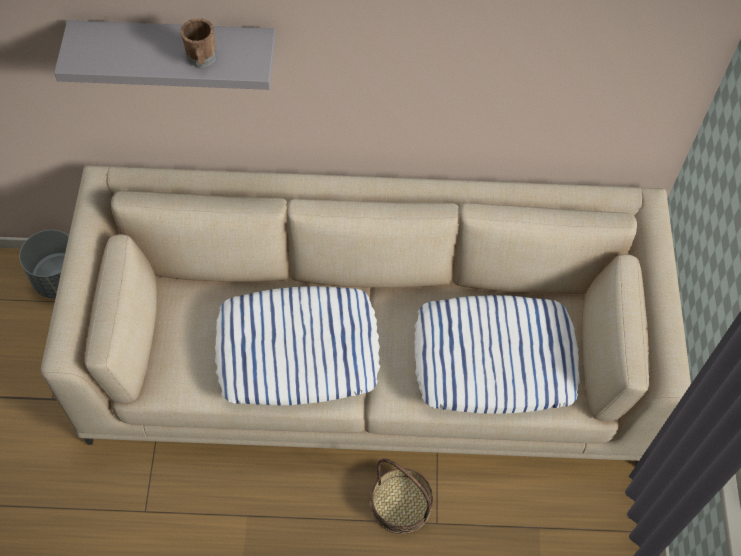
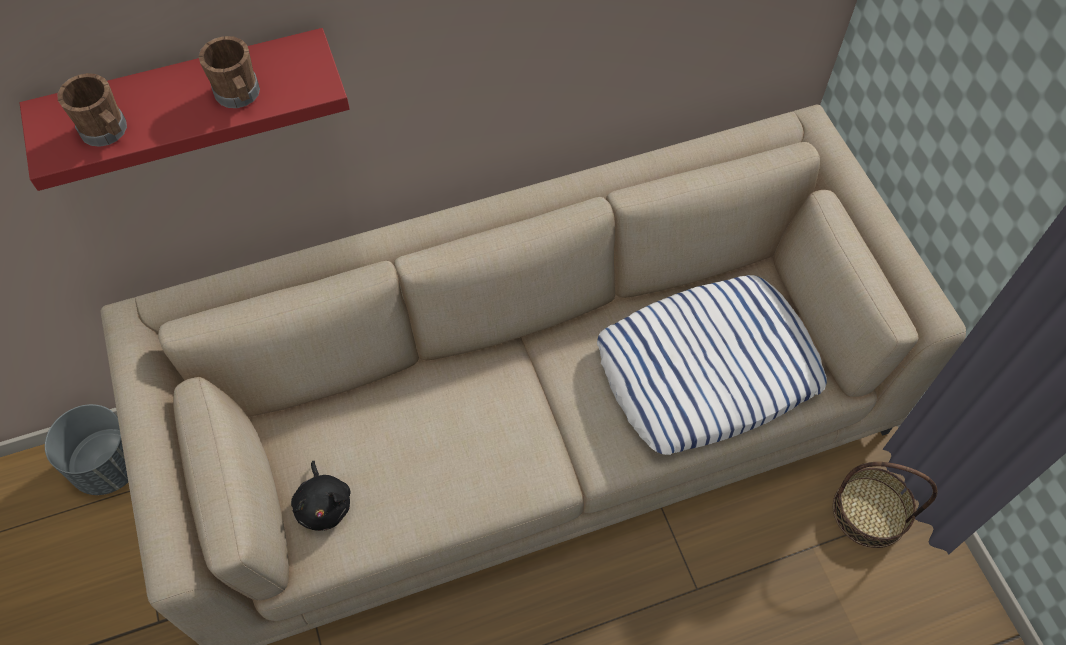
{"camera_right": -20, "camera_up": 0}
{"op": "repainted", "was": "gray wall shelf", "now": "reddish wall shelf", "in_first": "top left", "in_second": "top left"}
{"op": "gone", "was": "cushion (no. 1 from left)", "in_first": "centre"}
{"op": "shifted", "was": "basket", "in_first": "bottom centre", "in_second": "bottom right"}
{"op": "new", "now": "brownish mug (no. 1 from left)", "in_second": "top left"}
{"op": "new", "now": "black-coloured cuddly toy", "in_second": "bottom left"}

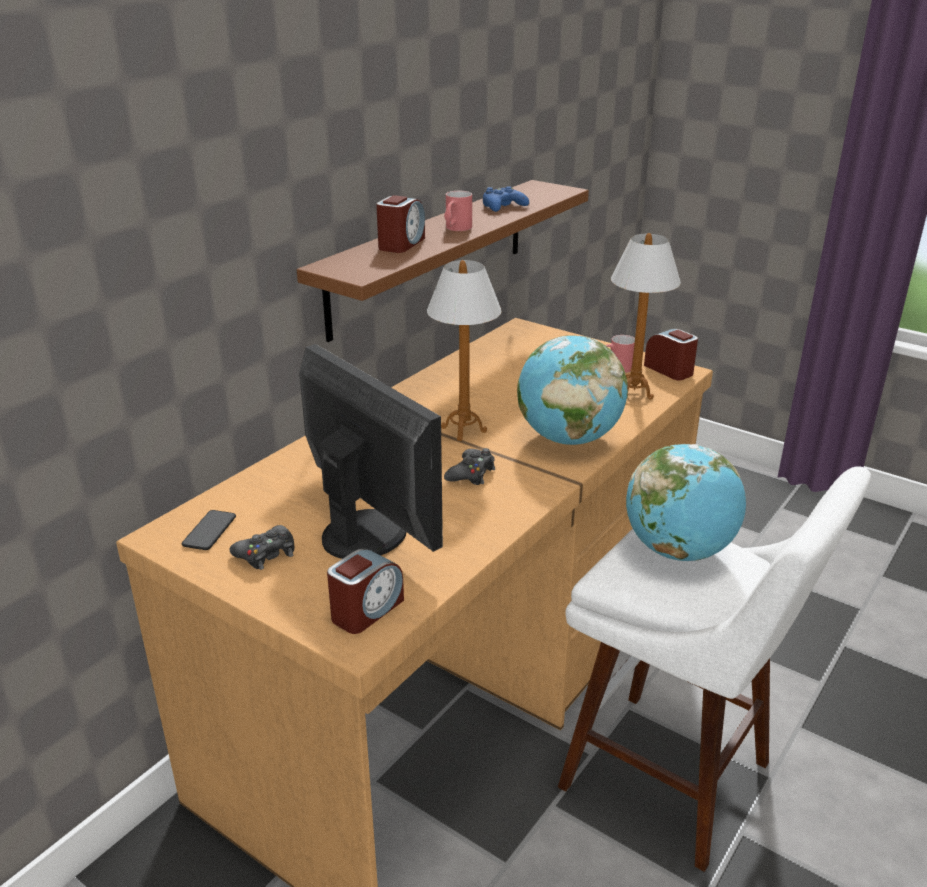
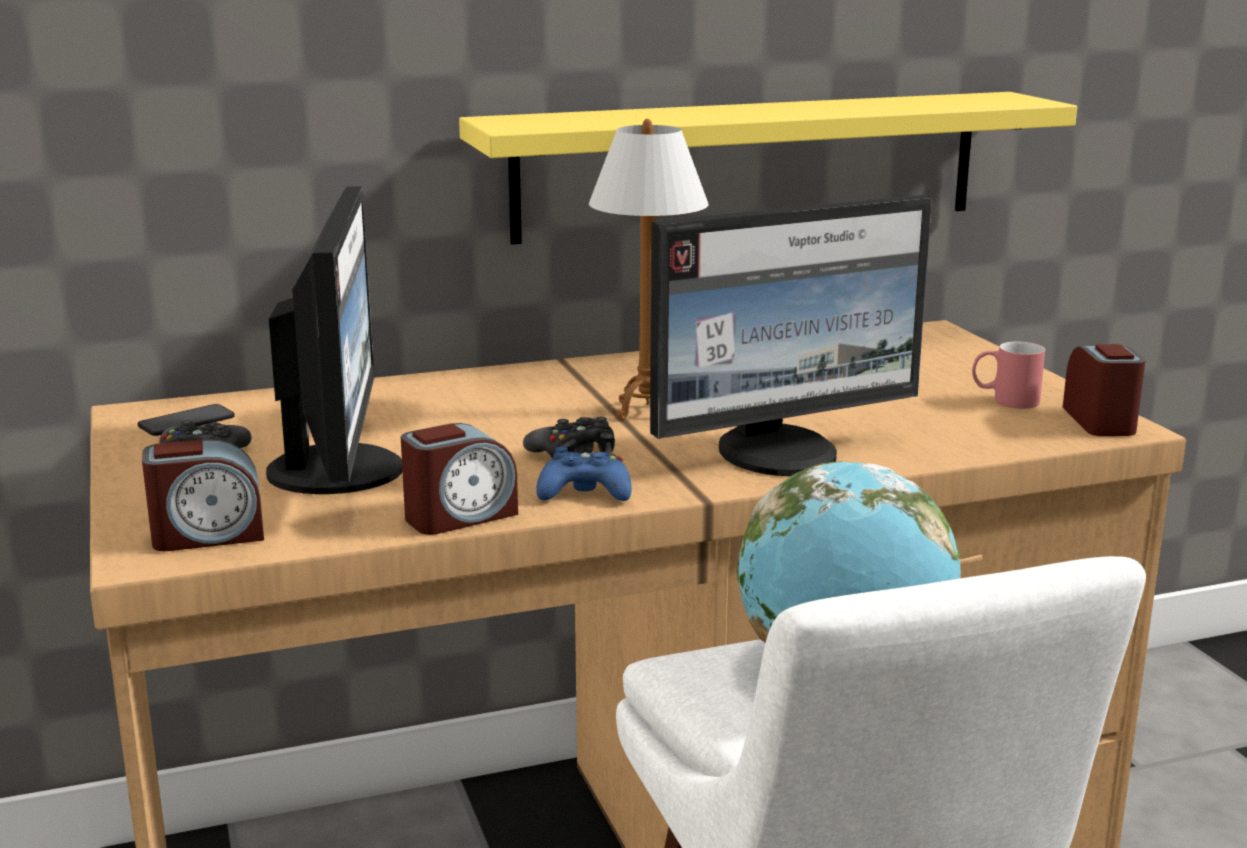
{"camera_right": 35, "camera_up": -10}
{"op": "repainted", "was": "brownish wall shelf", "now": "yellow-coloured wall shelf", "in_first": "top centre", "in_second": "top centre"}
{"op": "shifted", "was": "bluish gamepad", "in_first": "top centre", "in_second": "centre"}
{"op": "gone", "was": "reddish mug (no. 1 from left)", "in_first": "top centre"}
{"op": "shifted", "was": "alarm clock (no. 2 from left)", "in_first": "top centre", "in_second": "centre"}
{"op": "gone", "was": "tabletop lamp (no. 2 from left)", "in_first": "middle right"}
{"op": "swapped", "was": "globe (no. 1 from left)", "now": "monitor (no. 2 from left)", "in_first": "centre", "in_second": "centre"}

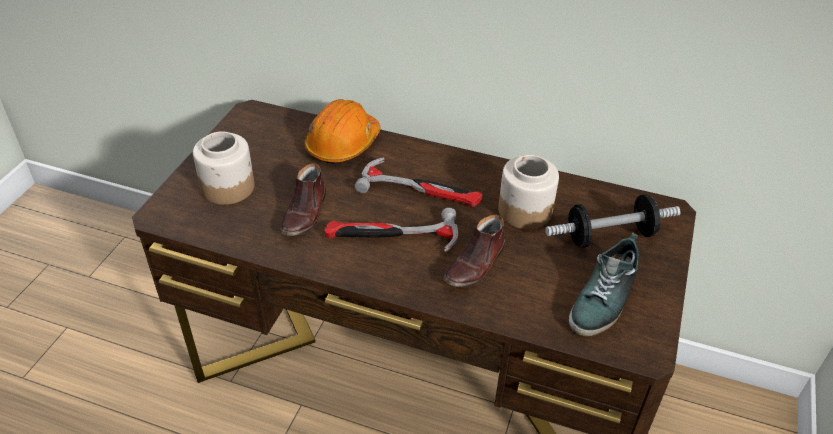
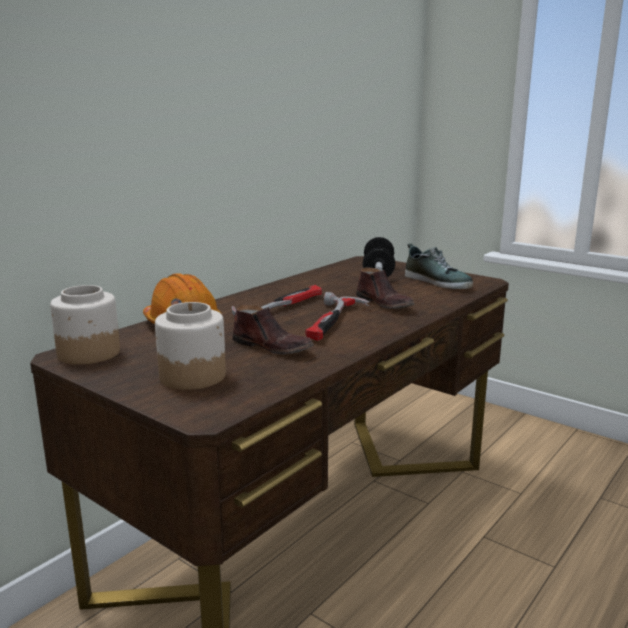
{"camera_right": -70, "camera_up": -25}
{"op": "shifted", "was": "storage jar (no. 2 from left in the first image)", "now": "storage jar (no. 1 from left)", "in_first": "centre", "in_second": "middle left"}

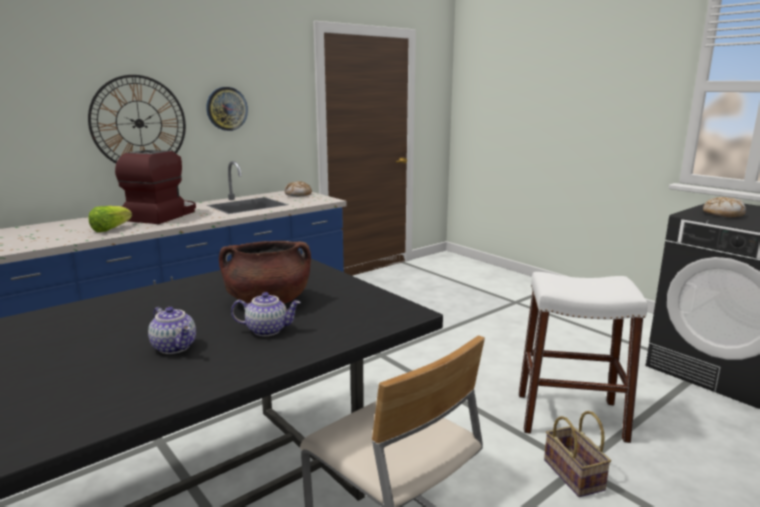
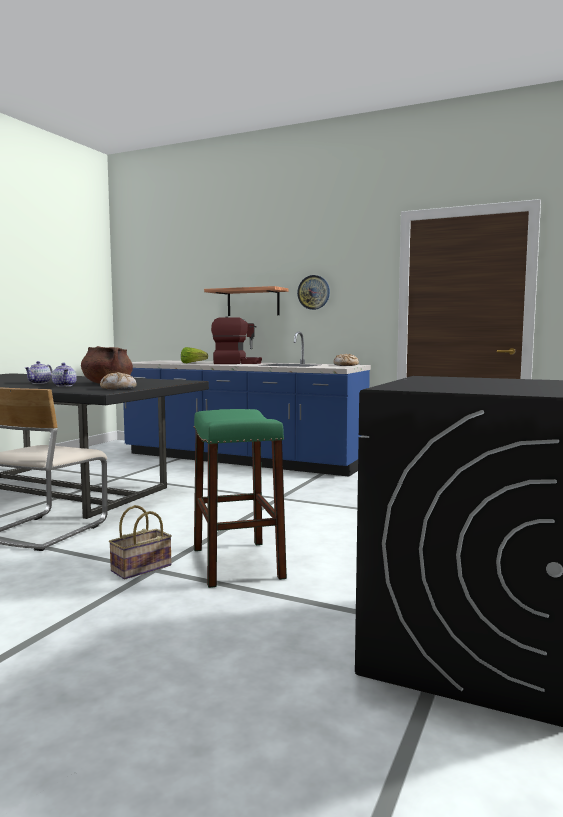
{"camera_right": 65, "camera_up": -10}
{"op": "swapped", "was": "hanging clock (no. 1 from left)", "now": "wall shelf", "in_first": "top left", "in_second": "centre"}
{"op": "shifted", "was": "baked bread (no. 2 from left in the first image)", "now": "baked bread (no. 1 from left)", "in_first": "middle right", "in_second": "middle left"}
{"op": "repainted", "was": "white-coloured stool", "now": "green-coloured stool", "in_first": "bottom right", "in_second": "centre"}

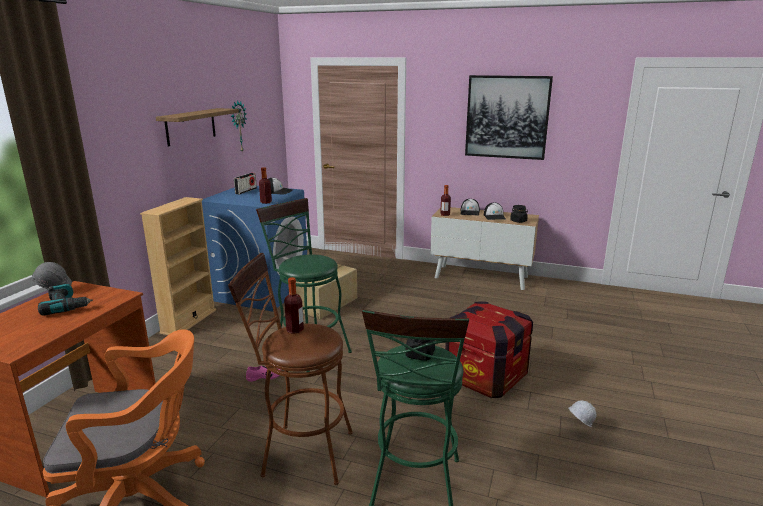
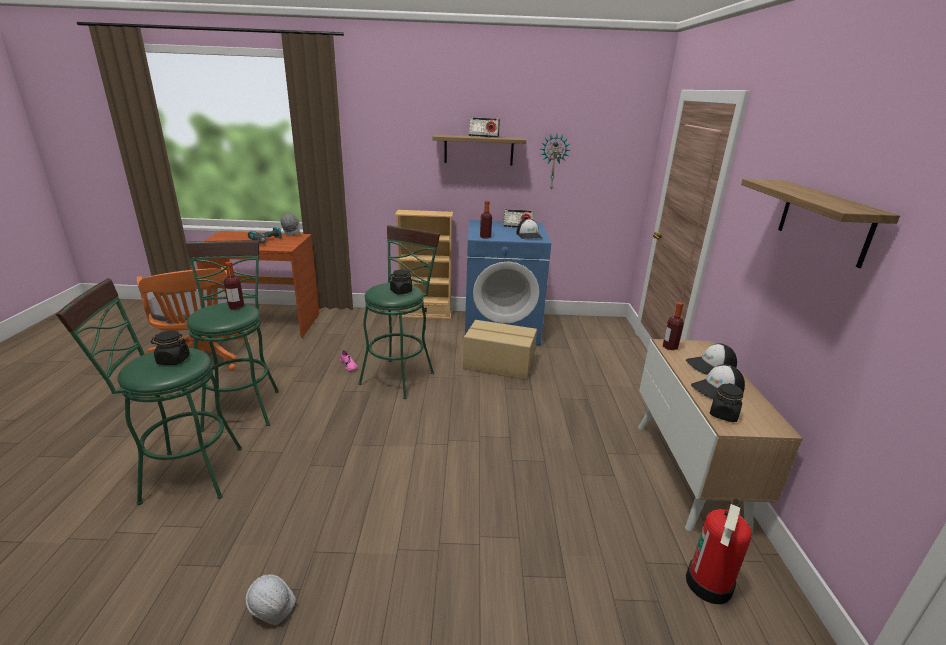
{"camera_right": 70, "camera_up": 5}
{"op": "swapped", "was": "wall picture", "now": "wall shelf (no. 2 from left)", "in_first": "top right", "in_second": "middle right"}
{"op": "repainted", "was": "brownish stool", "now": "green-coloured stool (no. 2 from left)", "in_first": "bottom centre", "in_second": "middle left"}
{"op": "gone", "was": "shipping crate", "in_first": "bottom centre"}
{"op": "new", "now": "radio set (no. 1 from left)", "in_second": "top centre"}
{"op": "new", "now": "black-coloured storage jar (no. 2 from left)", "in_second": "centre"}
{"op": "new", "now": "fire-fighting cylinder", "in_second": "bottom right"}

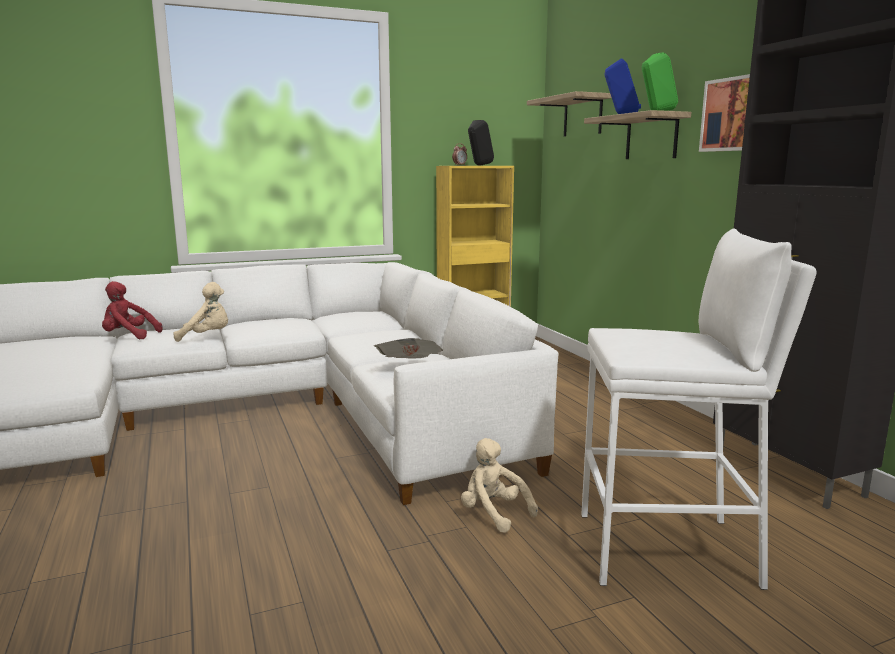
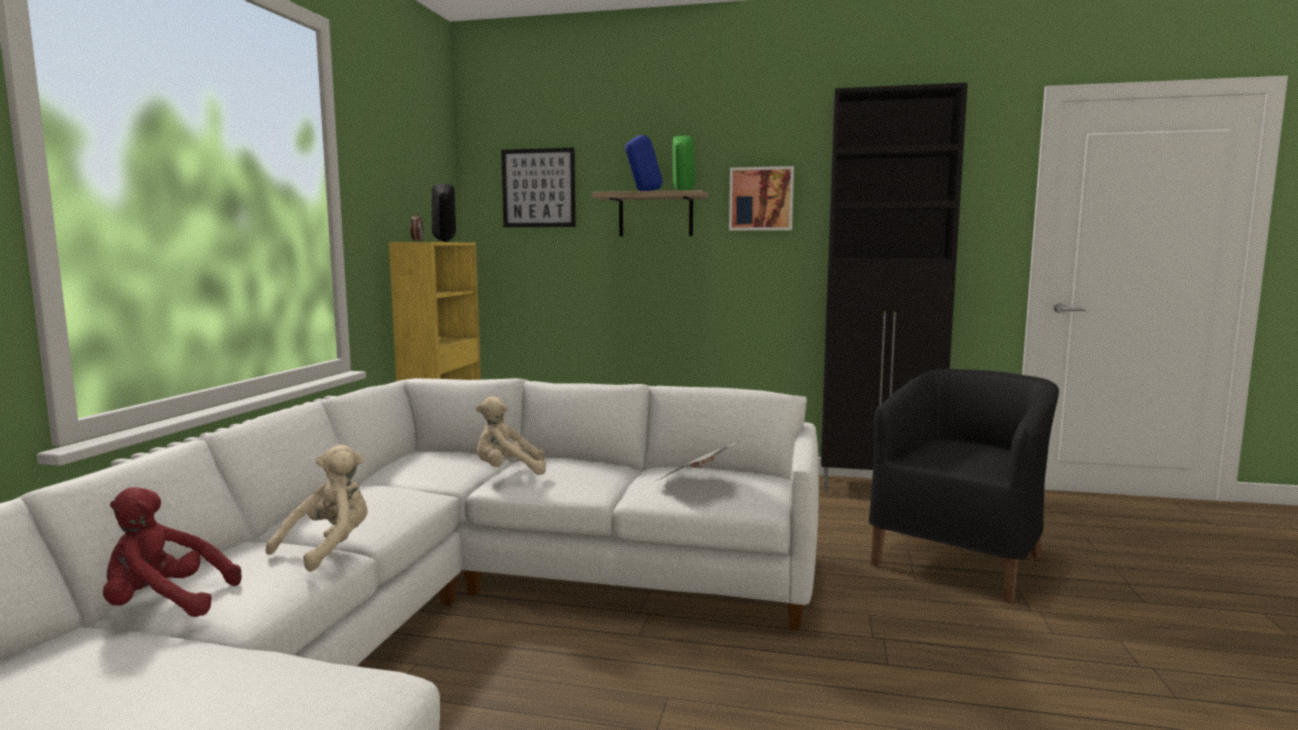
{"camera_right": -55, "camera_up": -5}
{"op": "swapped", "was": "wall shelf (no. 1 from left)", "now": "wall picture (no. 1 from left)", "in_first": "top centre", "in_second": "top centre"}
{"op": "swapped", "was": "white-coloured stool", "now": "black-coloured lounge chair", "in_first": "middle right", "in_second": "middle right"}
{"op": "rotated", "was": "reddish cuddly toy", "in_first": "middle left", "in_second": "bottom left", "clockwise": 45}
{"op": "shifted", "was": "beige cuddly toy (no. 2 from left)", "in_first": "bottom centre", "in_second": "centre"}

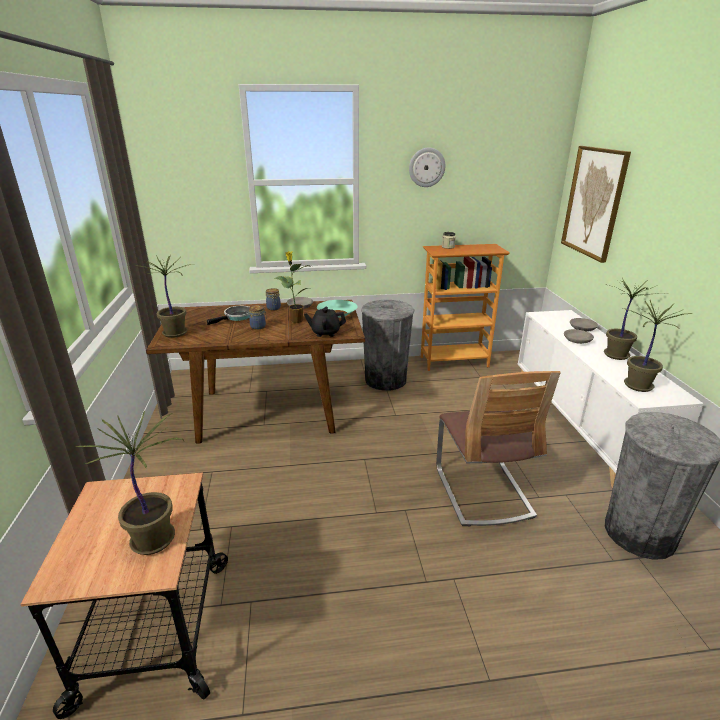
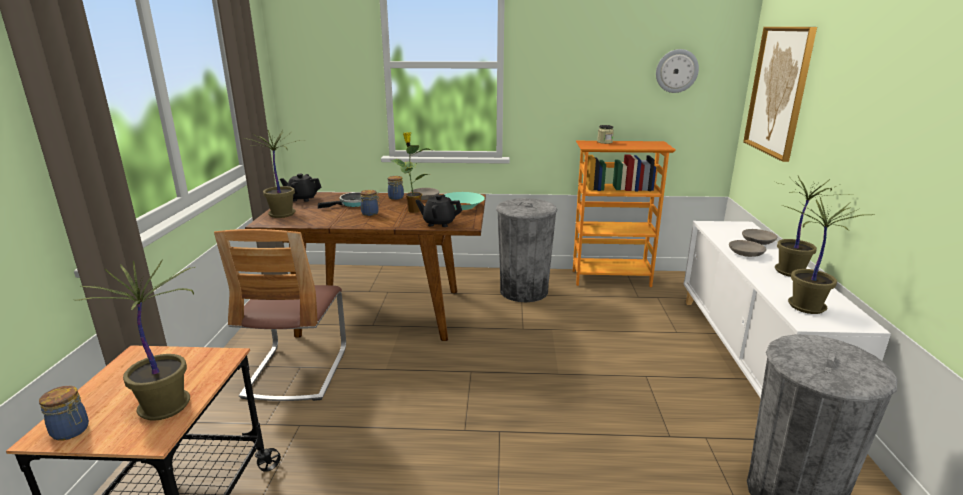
{"camera_right": 10, "camera_up": -5}
{"op": "shifted", "was": "hanging clock", "in_first": "top centre", "in_second": "top right"}
{"op": "shifted", "was": "plain chair", "in_first": "middle right", "in_second": "middle left"}
{"op": "new", "now": "black-coloured teapot (no. 1 from left)", "in_second": "middle left"}
{"op": "new", "now": "storage jar (no. 1 from left)", "in_second": "bottom left"}

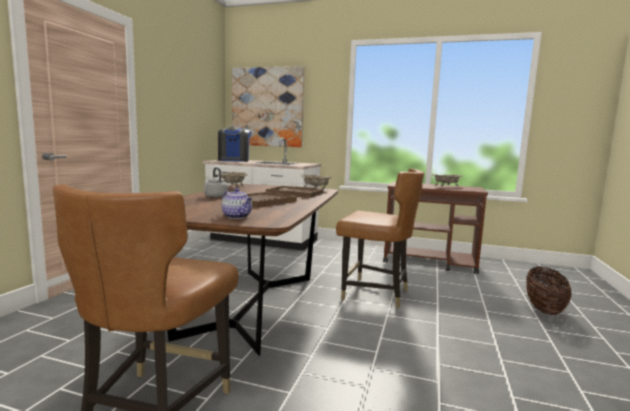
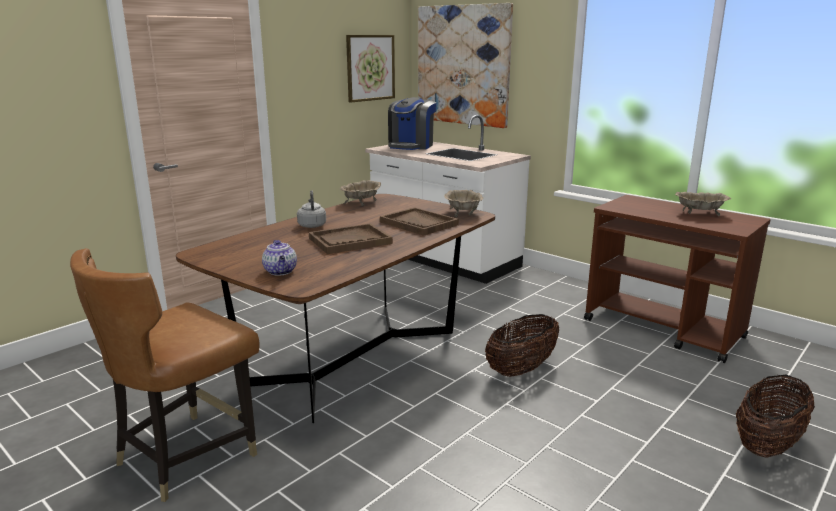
{"camera_right": 25, "camera_up": 10}
{"op": "swapped", "was": "brownish plain chair (no. 2 from left)", "now": "basket (no. 1 from left)", "in_first": "centre", "in_second": "bottom centre"}
{"op": "new", "now": "wall picture (no. 1 from left)", "in_second": "top centre"}

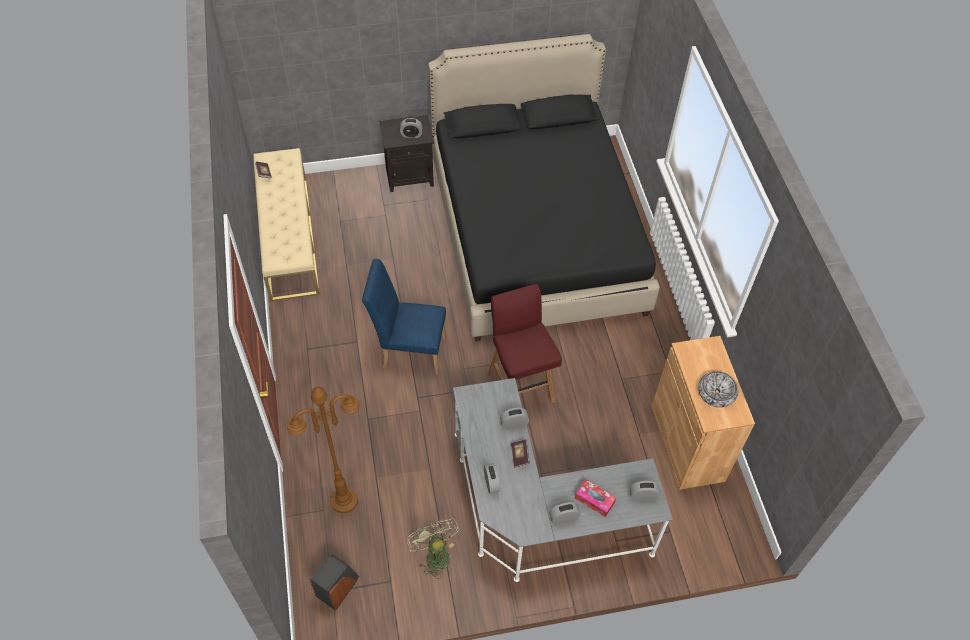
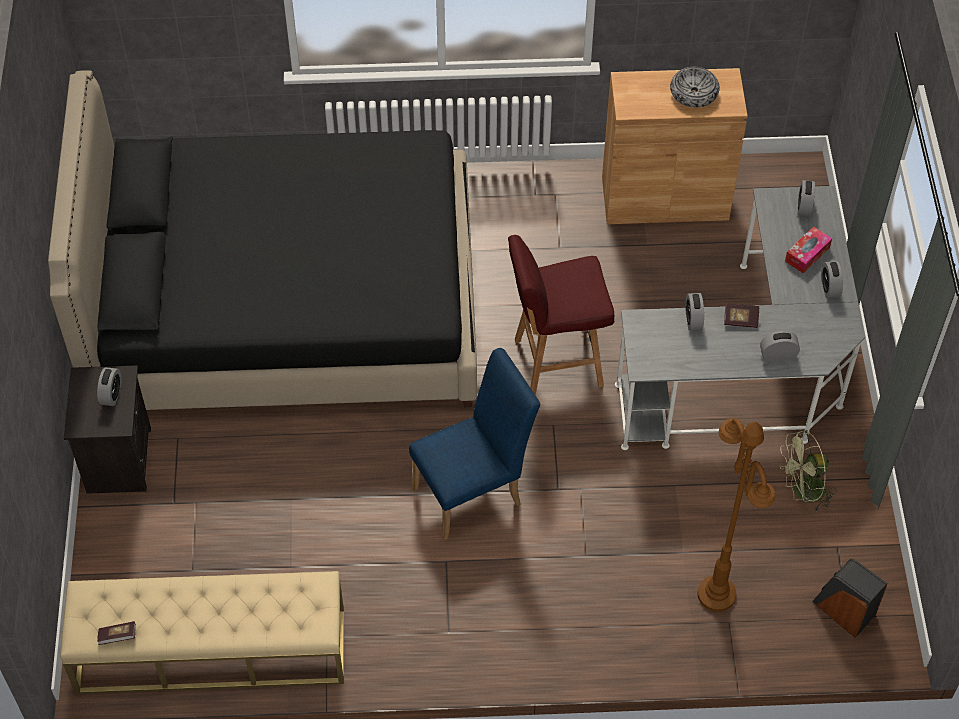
{"camera_right": -80, "camera_up": 0}
{"op": "rotated", "was": "bluish plain chair", "in_first": "centre", "in_second": "centre", "clockwise": -135}

